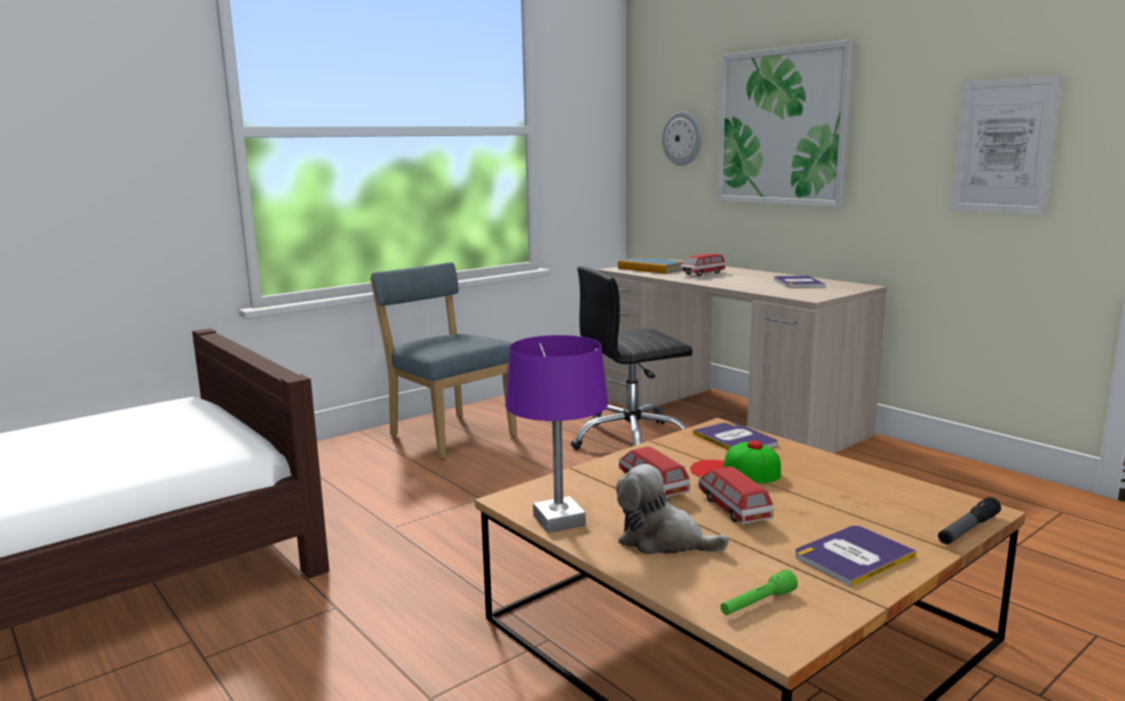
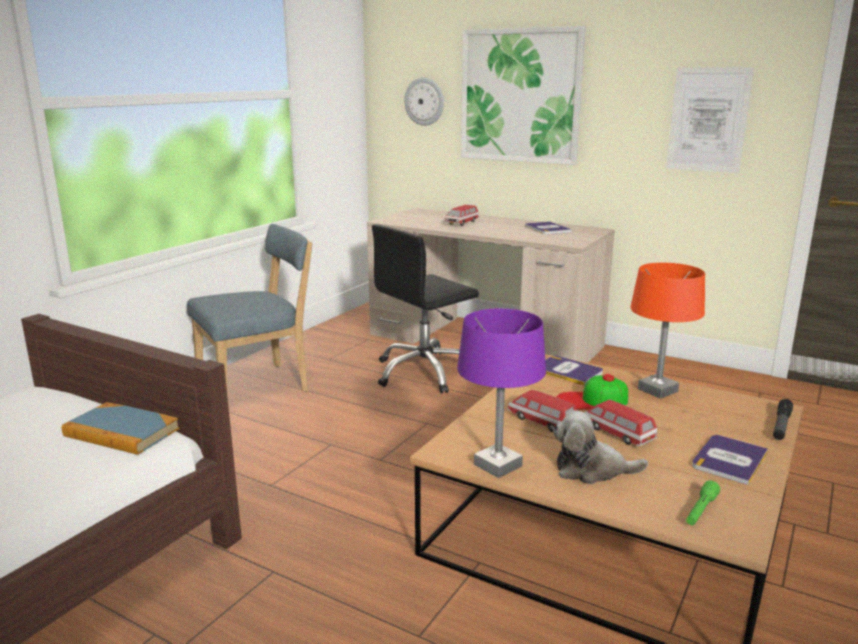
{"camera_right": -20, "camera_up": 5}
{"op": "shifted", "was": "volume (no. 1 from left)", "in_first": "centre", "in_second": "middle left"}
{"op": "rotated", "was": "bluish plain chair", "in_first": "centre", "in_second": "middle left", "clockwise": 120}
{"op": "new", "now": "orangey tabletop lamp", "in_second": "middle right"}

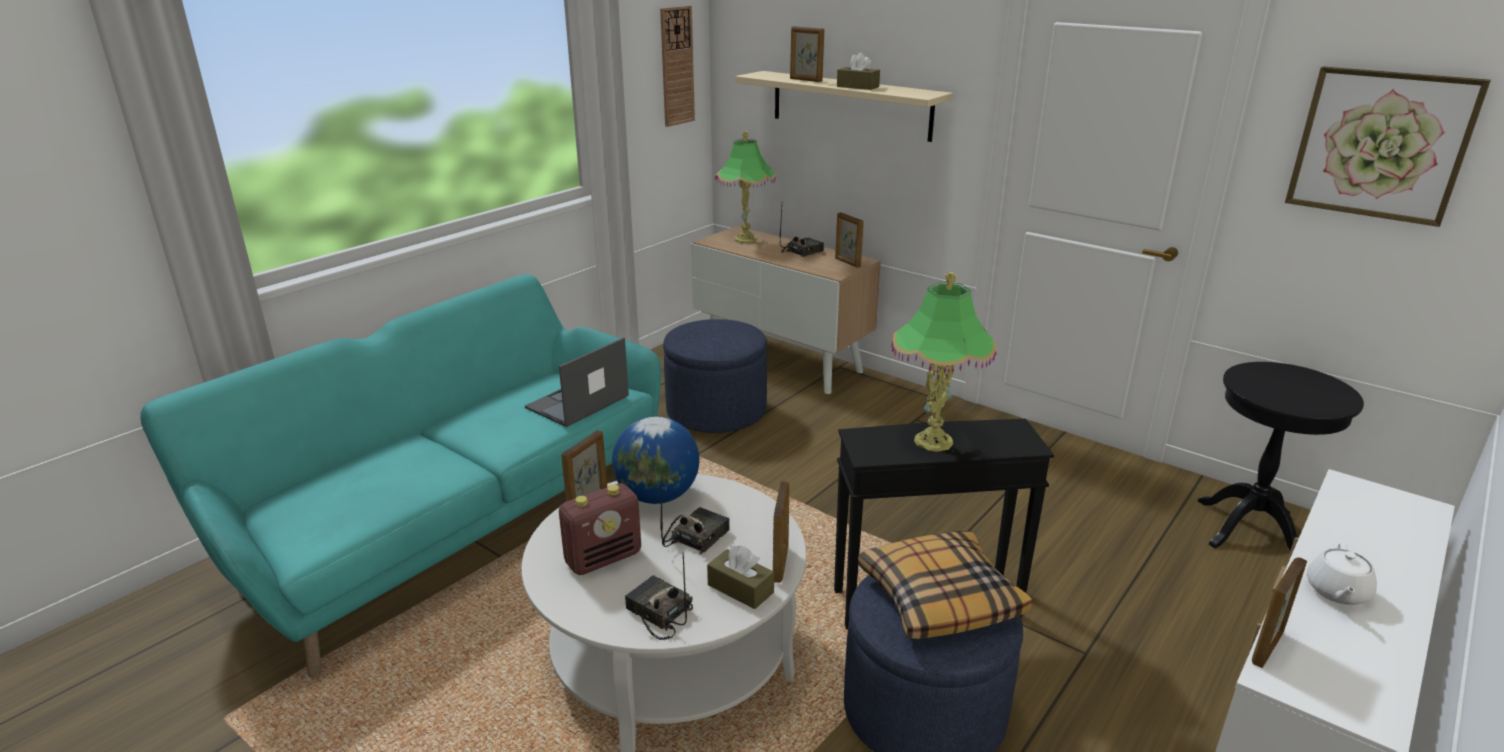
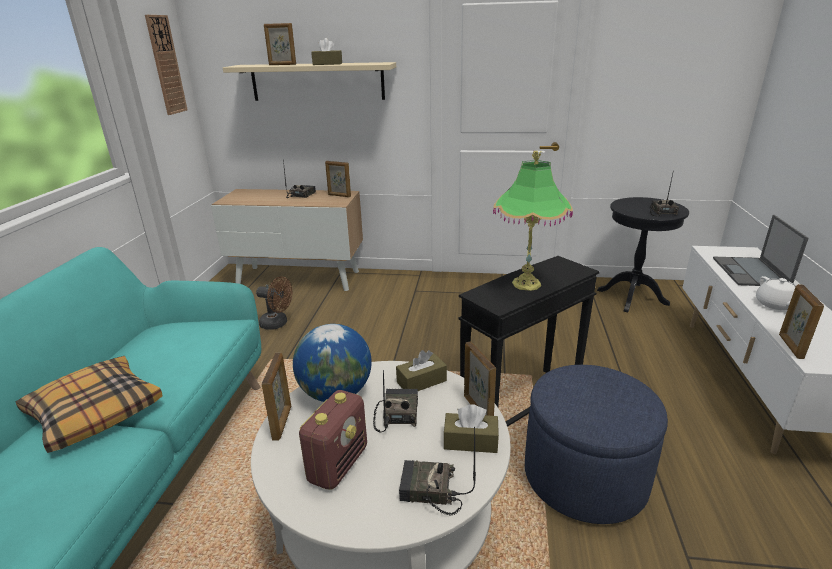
{"camera_right": -30, "camera_up": 0}
{"op": "gone", "was": "wall picture", "in_first": "top right"}
{"op": "gone", "was": "tabletop lamp (no. 1 from left)", "in_first": "top centre"}
{"op": "swapped", "was": "bluish pouffe (no. 1 from left)", "now": "brownish electric fan", "in_first": "centre", "in_second": "middle left"}
{"op": "shifted", "was": "portable computer", "in_first": "centre", "in_second": "middle right"}
{"op": "shifted", "was": "cushion", "in_first": "bottom centre", "in_second": "bottom left"}
{"op": "new", "now": "radio set (no. 5 from left)", "in_second": "middle right"}
{"op": "new", "now": "brownish tissue box (no. 2 from left)", "in_second": "centre"}

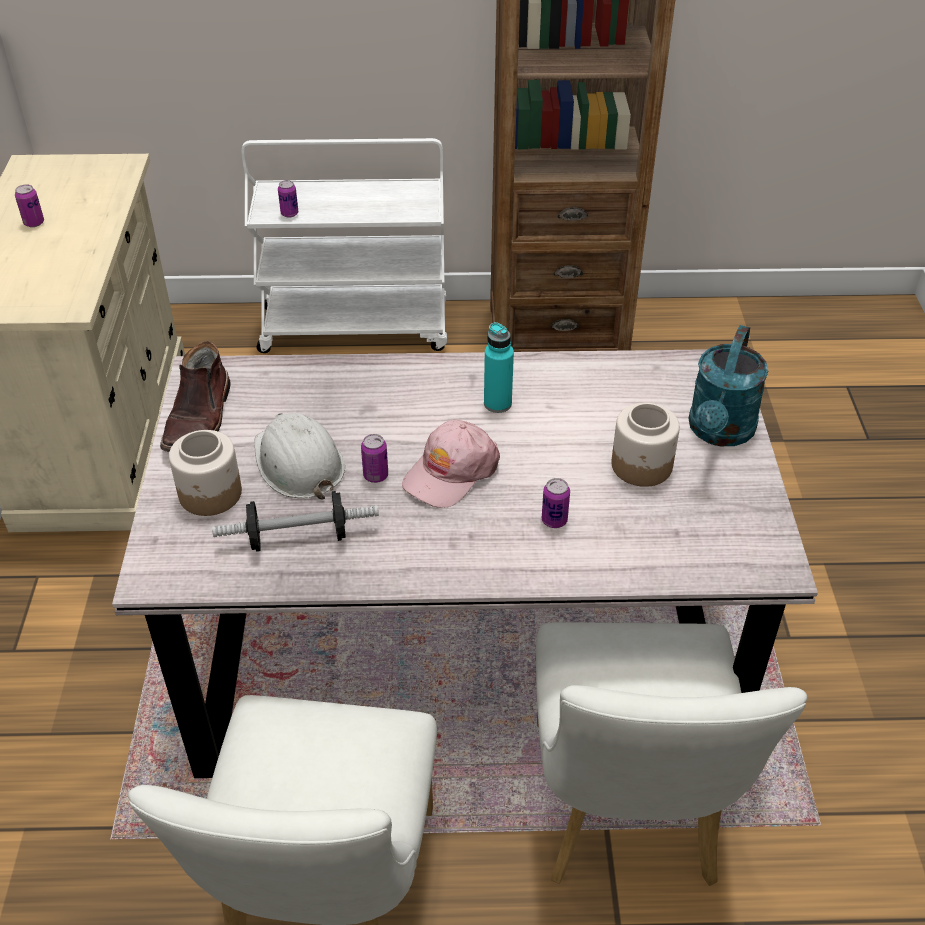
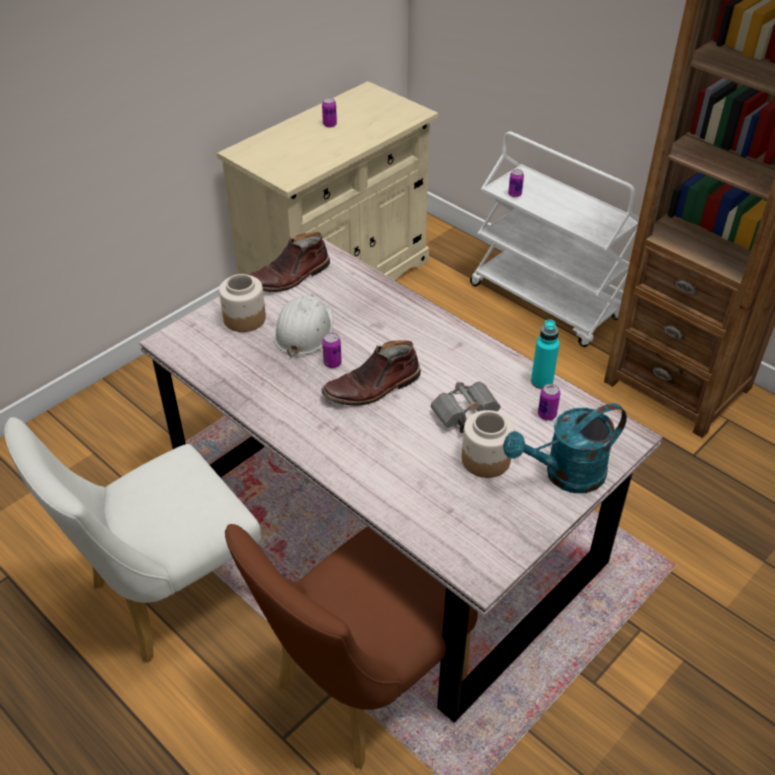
{"camera_right": 45, "camera_up": 0}
{"op": "shifted", "was": "turquoise bottle", "in_first": "centre", "in_second": "middle right"}
{"op": "swapped", "was": "pink-coloured baseball cap", "now": "brownish tall boot (no. 2 from left)", "in_first": "centre", "in_second": "centre"}
{"op": "shifted", "was": "metal can (no. 4 from left)", "in_first": "centre", "in_second": "middle right"}
{"op": "gone", "was": "dumbbell", "in_first": "middle left"}
{"op": "repainted", "was": "white-coloured plain chair (no. 2 from left)", "now": "brownish plain chair", "in_first": "bottom right", "in_second": "bottom centre"}
{"op": "new", "now": "gray field glasses", "in_second": "centre"}

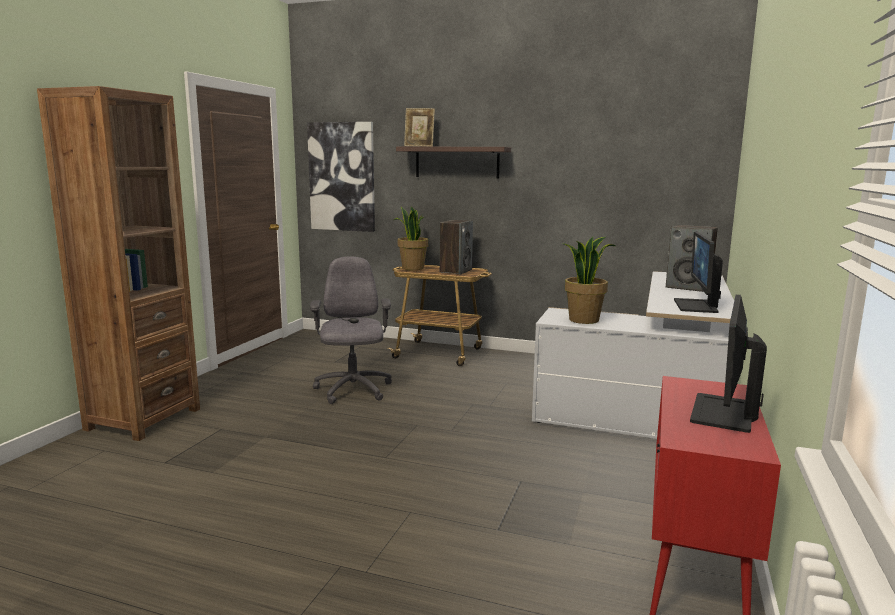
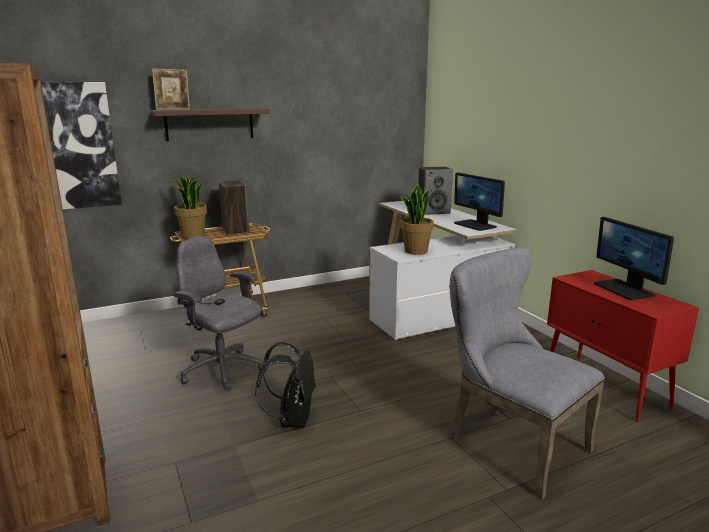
{"camera_right": -45, "camera_up": 5}
{"op": "new", "now": "gray plain chair", "in_second": "bottom right"}
{"op": "new", "now": "black-coloured knapsack", "in_second": "bottom centre"}

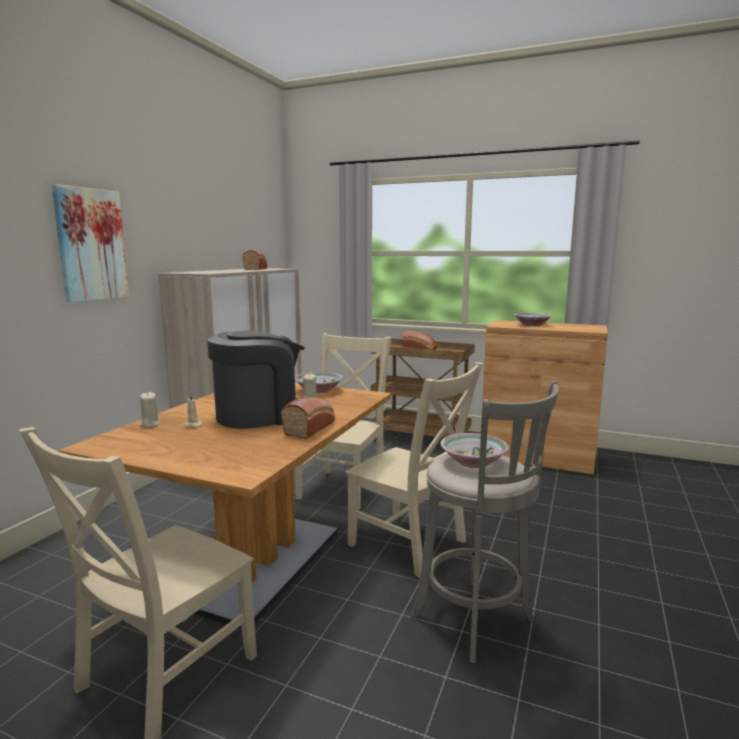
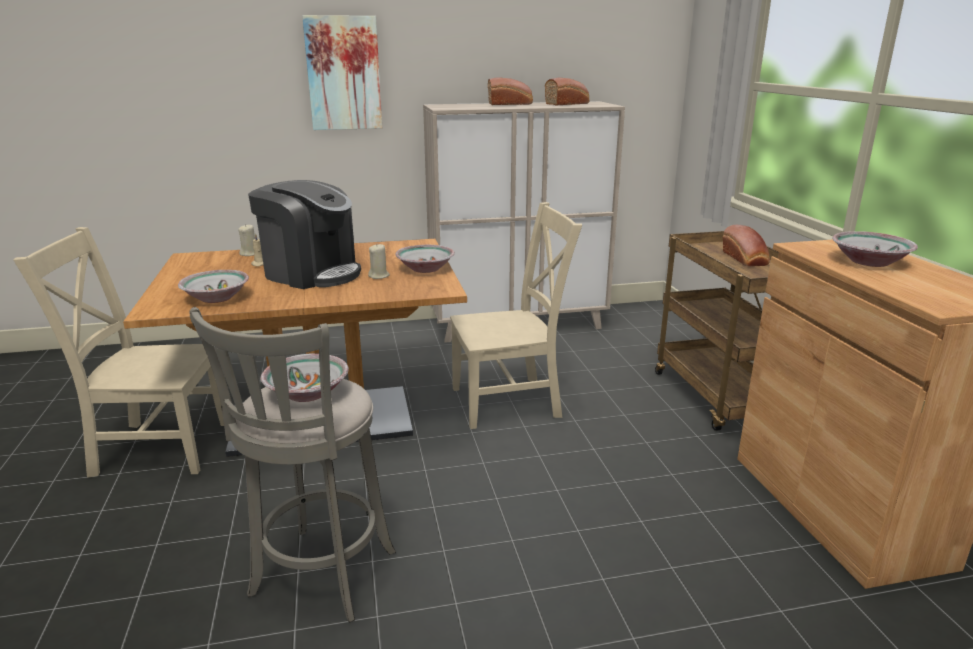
{"camera_right": 55, "camera_up": 10}
{"op": "gone", "was": "beige plain chair (no. 3 from left)", "in_first": "centre"}
{"op": "shifted", "was": "baked bread (no. 2 from left in the first image)", "now": "baked bread (no. 1 from left)", "in_first": "centre", "in_second": "top centre"}
{"op": "new", "now": "bowl (no. 1 from left)", "in_second": "middle left"}

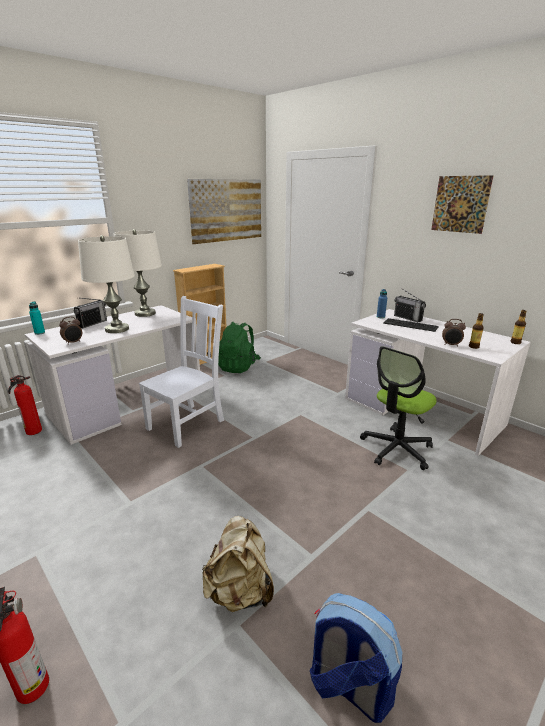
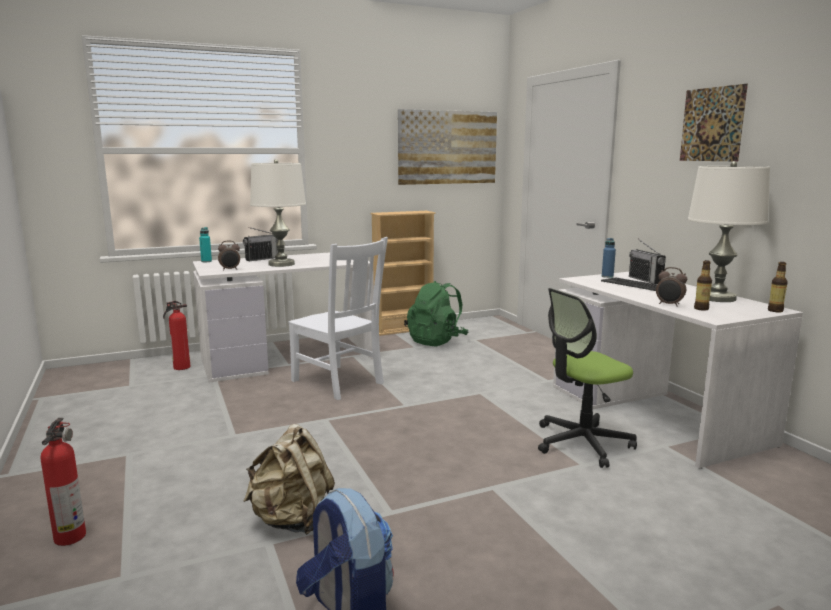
{"camera_right": 20, "camera_up": -10}
{"op": "shifted", "was": "white-coloured tabletop lamp (no. 2 from left)", "in_first": "middle left", "in_second": "middle right"}
{"op": "rotated", "was": "white-coloured plain chair", "in_first": "middle left", "in_second": "centre", "clockwise": 75}

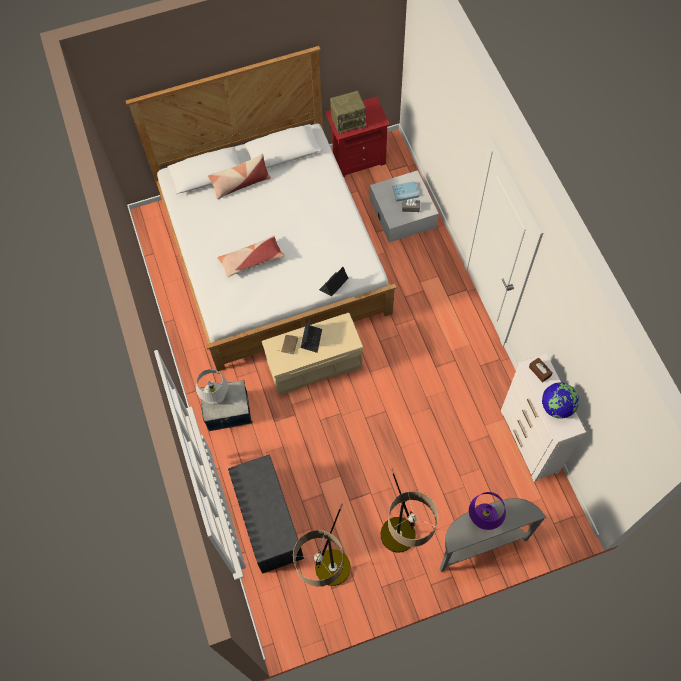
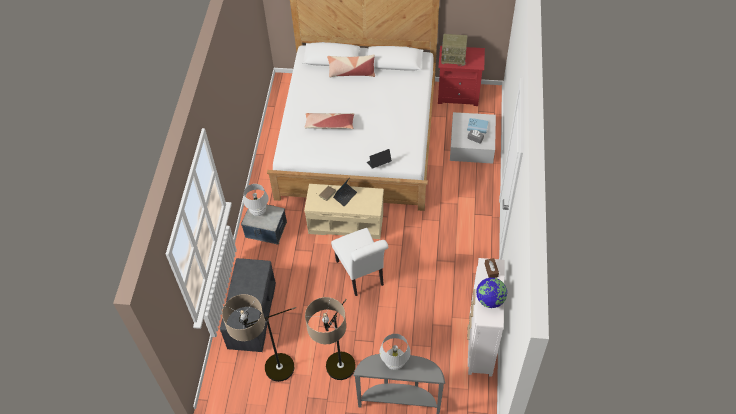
{"camera_right": 25, "camera_up": -10}
{"op": "repainted", "was": "purplish tabletop lamp", "now": "white-coloured tabletop lamp (no. 2 from left)", "in_first": "bottom right", "in_second": "bottom centre"}
{"op": "new", "now": "white-coloured plain chair", "in_second": "centre"}

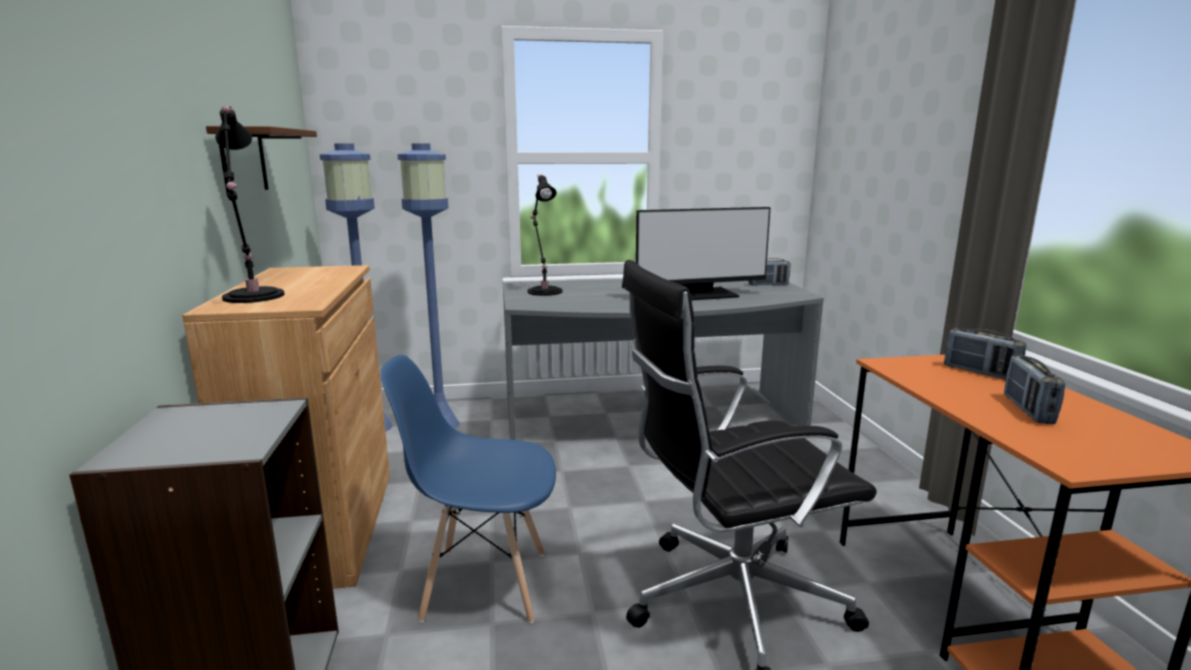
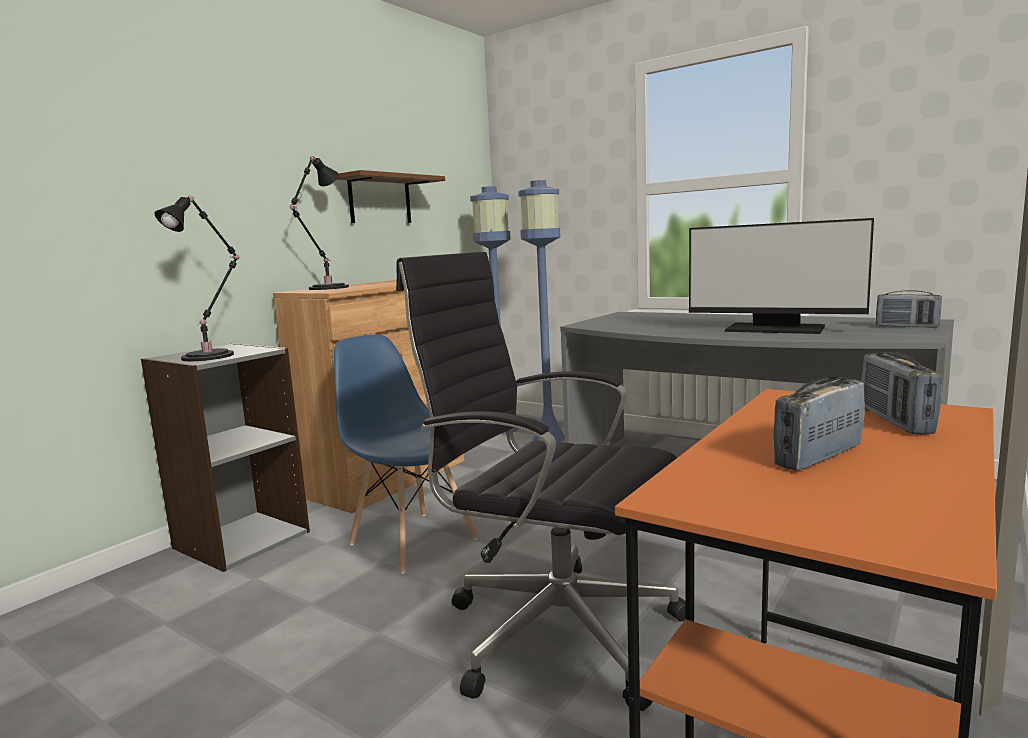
{"camera_right": 45, "camera_up": -5}
{"op": "shifted", "was": "black-coloured tabletop lamp (no. 2 from left in the first image)", "now": "black-coloured tabletop lamp (no. 1 from left)", "in_first": "centre", "in_second": "middle left"}

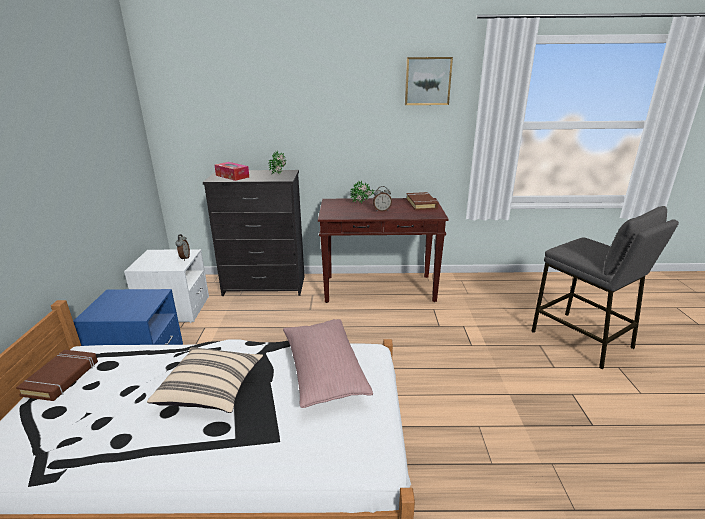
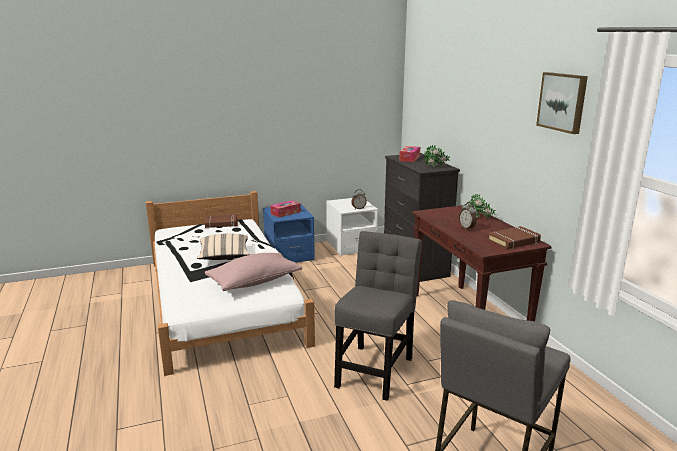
{"camera_right": 70, "camera_up": -5}
{"op": "new", "now": "tissue box (no. 1 from left)", "in_second": "centre"}
{"op": "new", "now": "gray plain chair", "in_second": "bottom centre"}

